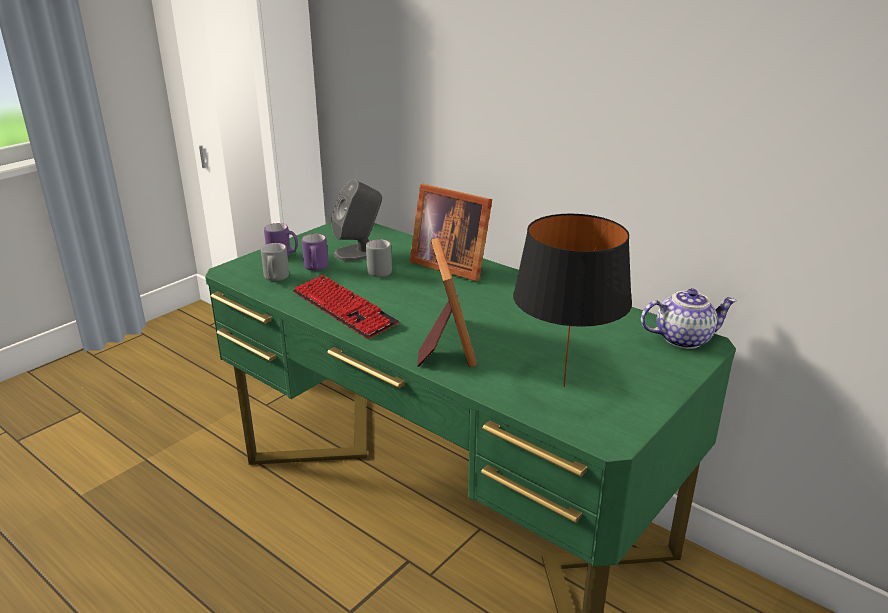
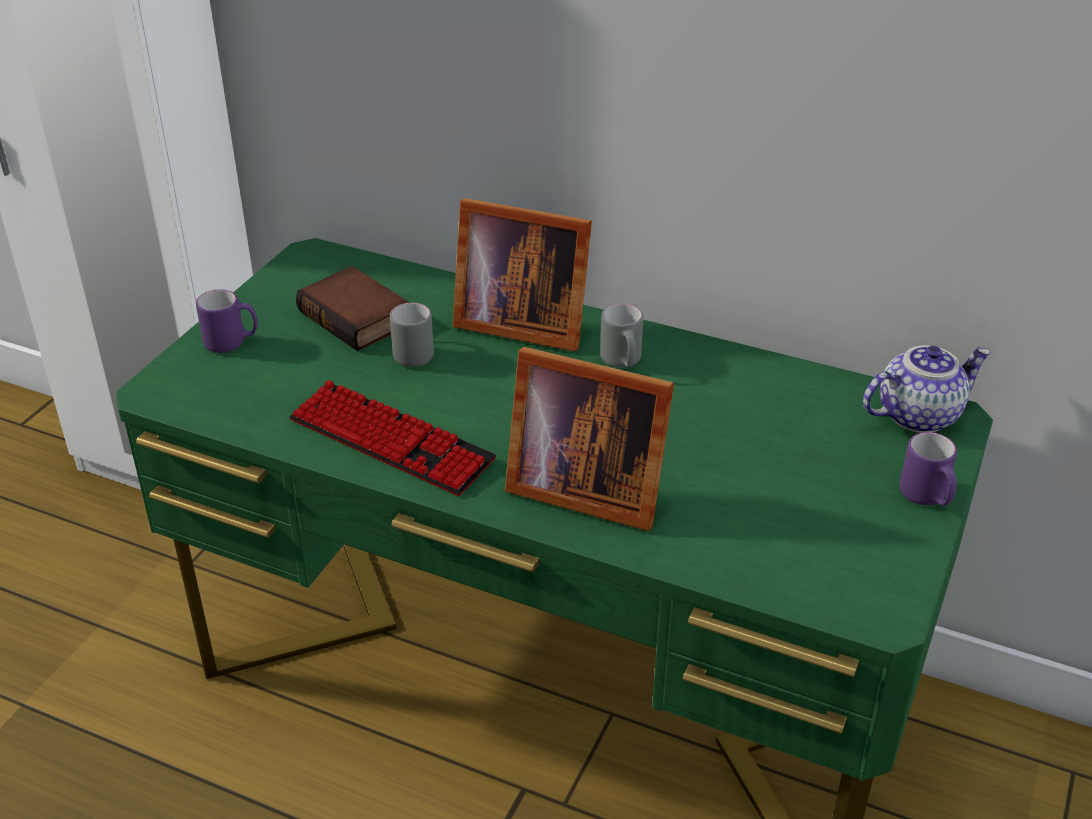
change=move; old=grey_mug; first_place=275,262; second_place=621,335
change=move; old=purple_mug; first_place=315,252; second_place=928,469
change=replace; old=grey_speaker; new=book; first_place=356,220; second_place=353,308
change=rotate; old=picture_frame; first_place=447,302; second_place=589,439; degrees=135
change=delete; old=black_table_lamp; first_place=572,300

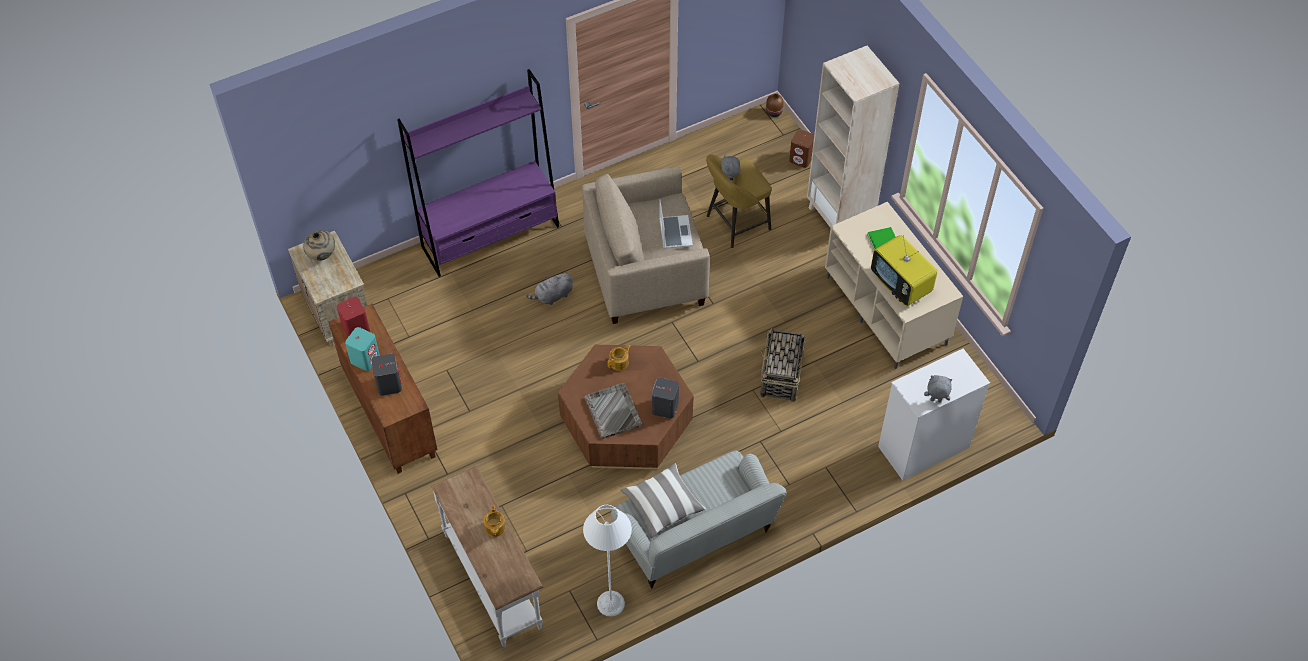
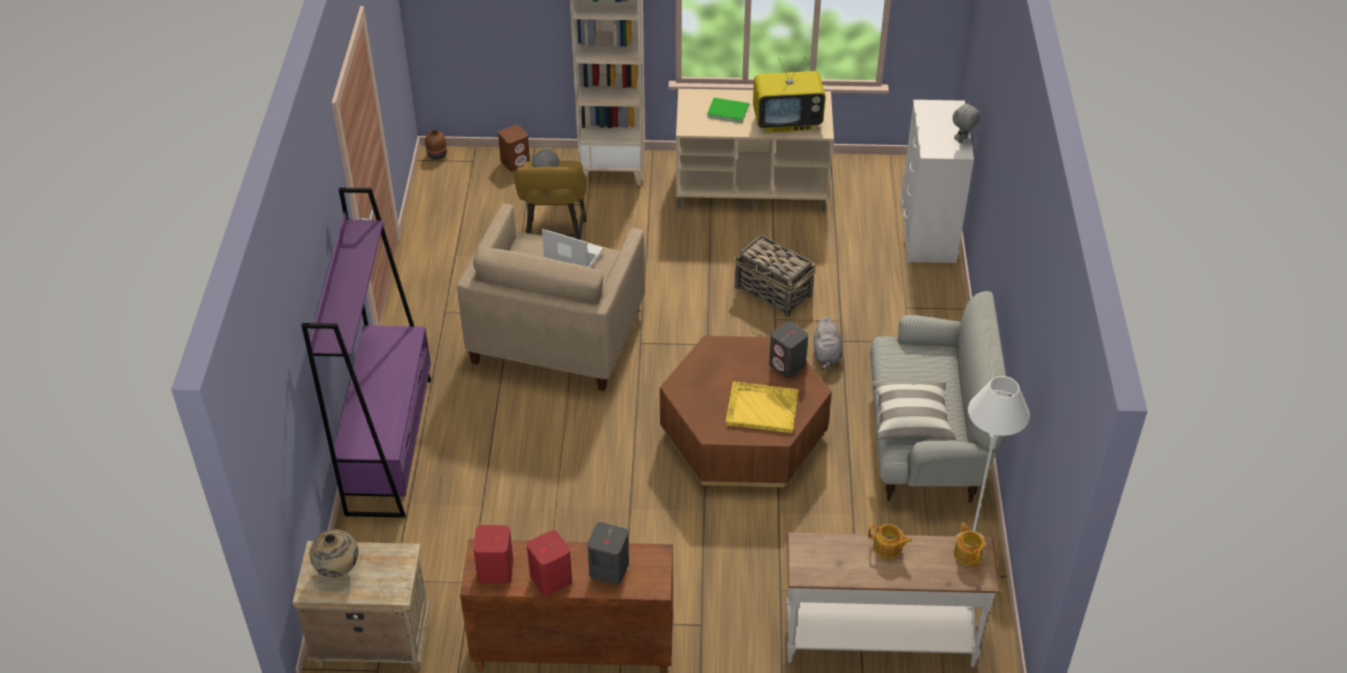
change=recolor; old=turquoise_speaker; new=red_speaker; first_place=362,349; second_place=549,563
change=move; old=grey_plush_toy; first_place=549,288; second_place=828,343
change=recolor; old=grey_tray; new=yellow_tray; first_place=613,411; second_place=762,407
change=move; old=teapot; first_place=618,357; second_place=969,544

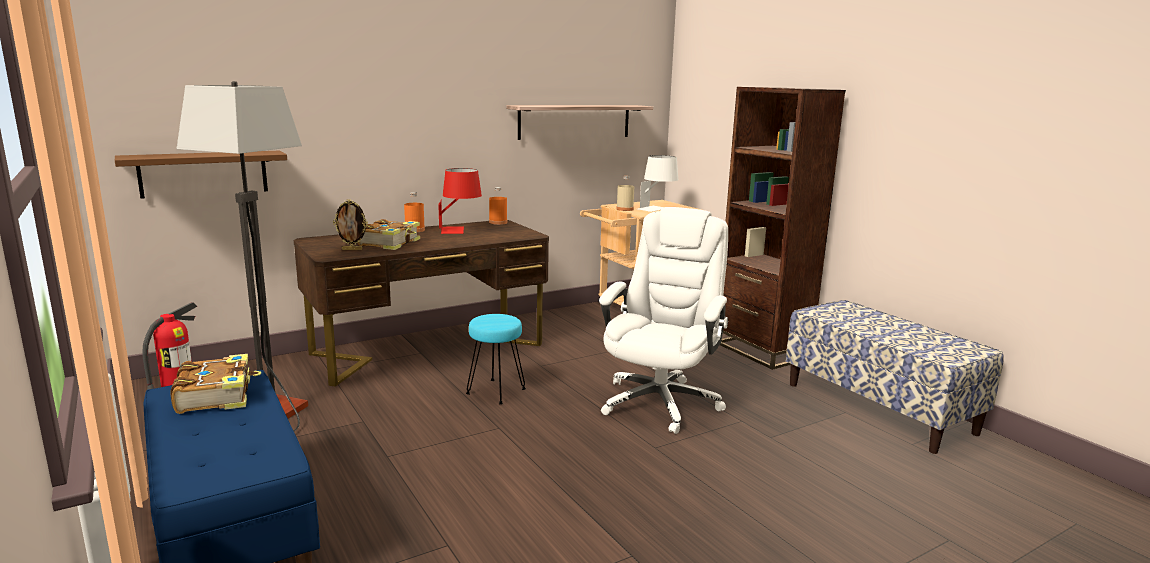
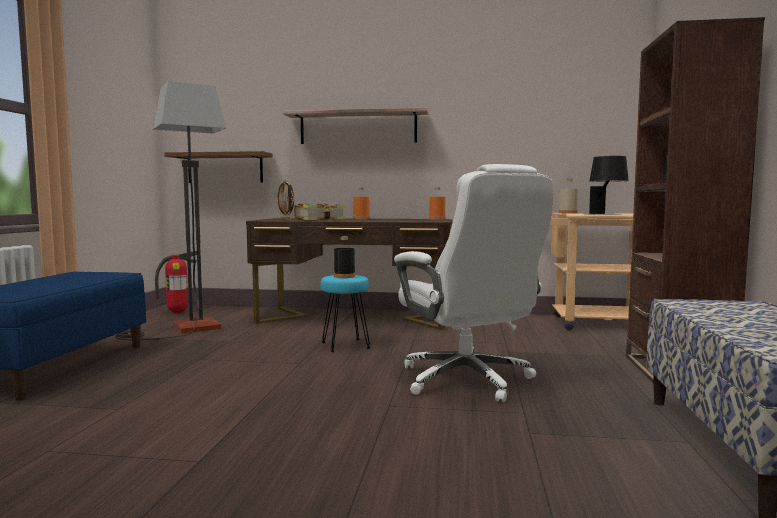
change=delete; old=book; first_place=216,384
change=delete; old=red_table_lamp; first_place=460,201
change=move; old=shelf; first_place=579,122; second_place=355,126
change=rotate; old=white_office_chair; first_place=663,320; second_place=474,283; degrees=90
change=recolor; old=white_table_lamp; new=black_table_lamp; first_place=658,183; second_place=609,185
change=insert; new=black_bottle; second_place=344,257

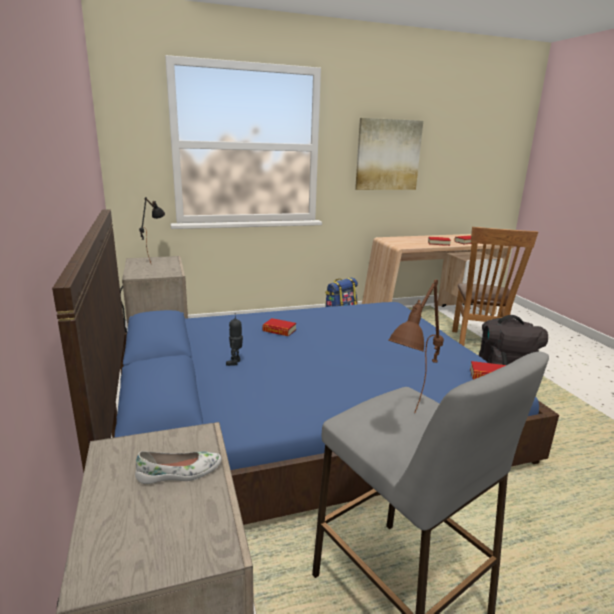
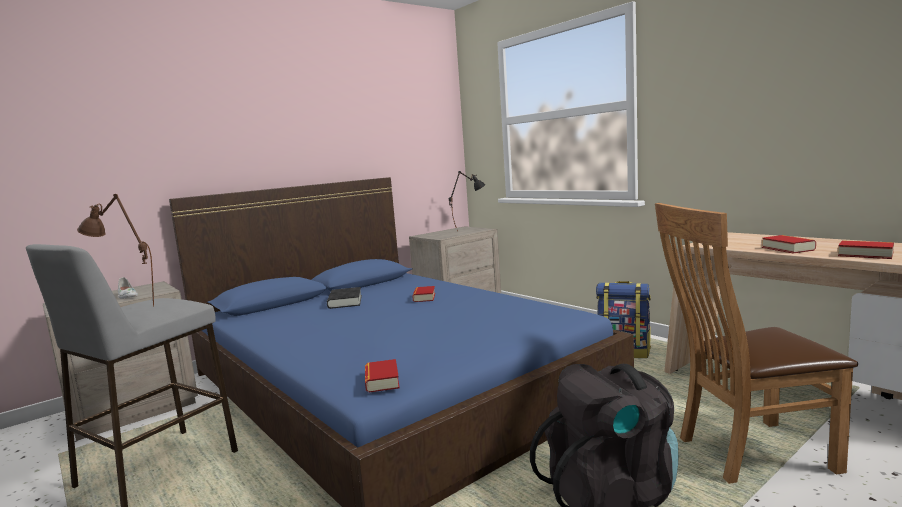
change=replace; old=toy_robot; new=black_book; first_place=234,342; second_place=344,298
change=delete; old=picture; first_place=389,154

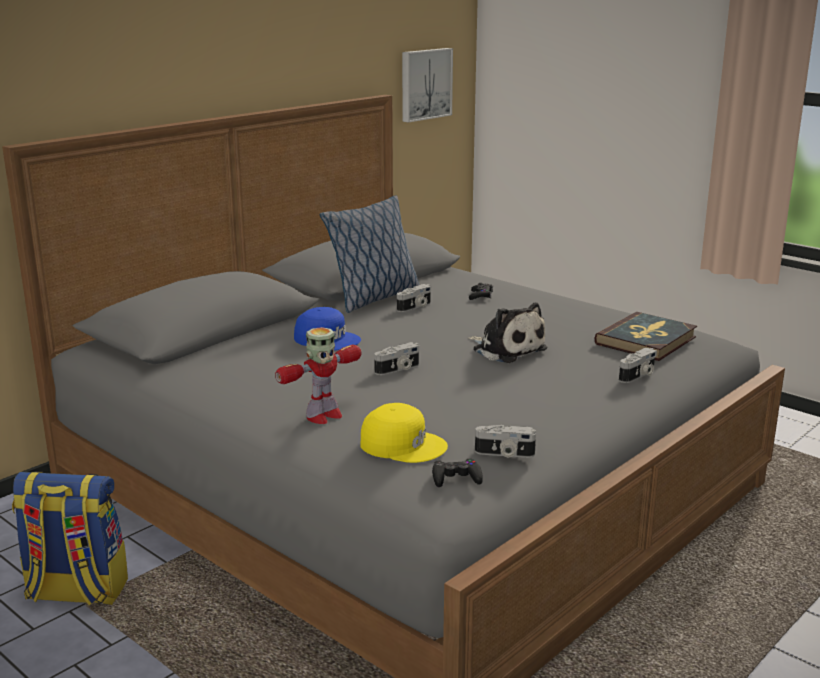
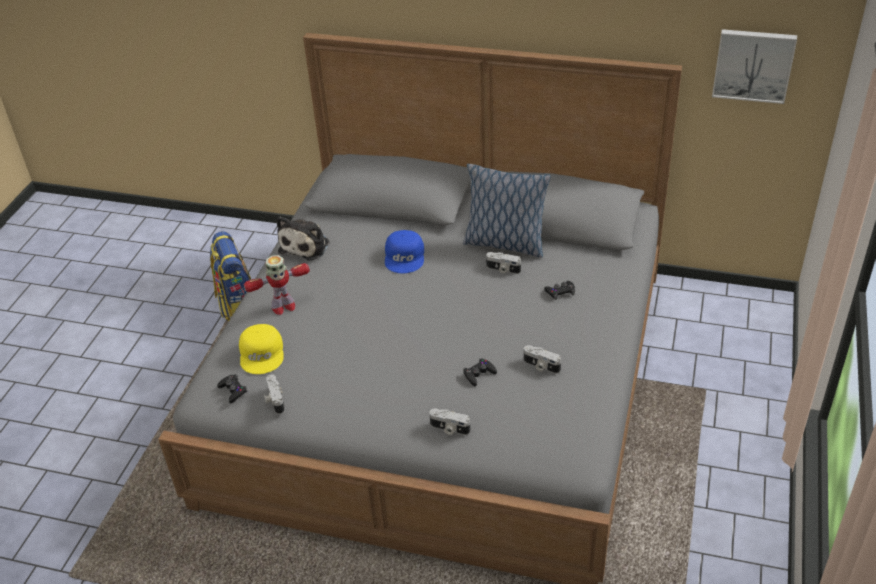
change=rotate; old=toy_robot; first_place=318,375; second_place=277,285; degrees=-45
change=move; old=photo_camera; first_place=396,358; second_place=542,359
change=move; old=plush_toy; first_place=507,332; second_place=303,238
change=delete; old=book; first_place=645,336
change=insert; new=black_game_controller; second_place=480,372

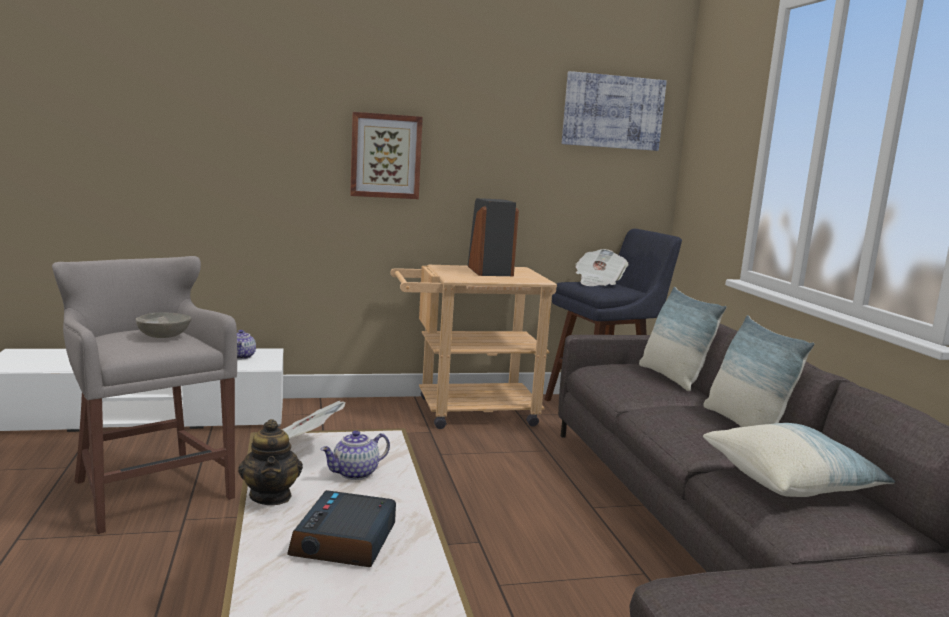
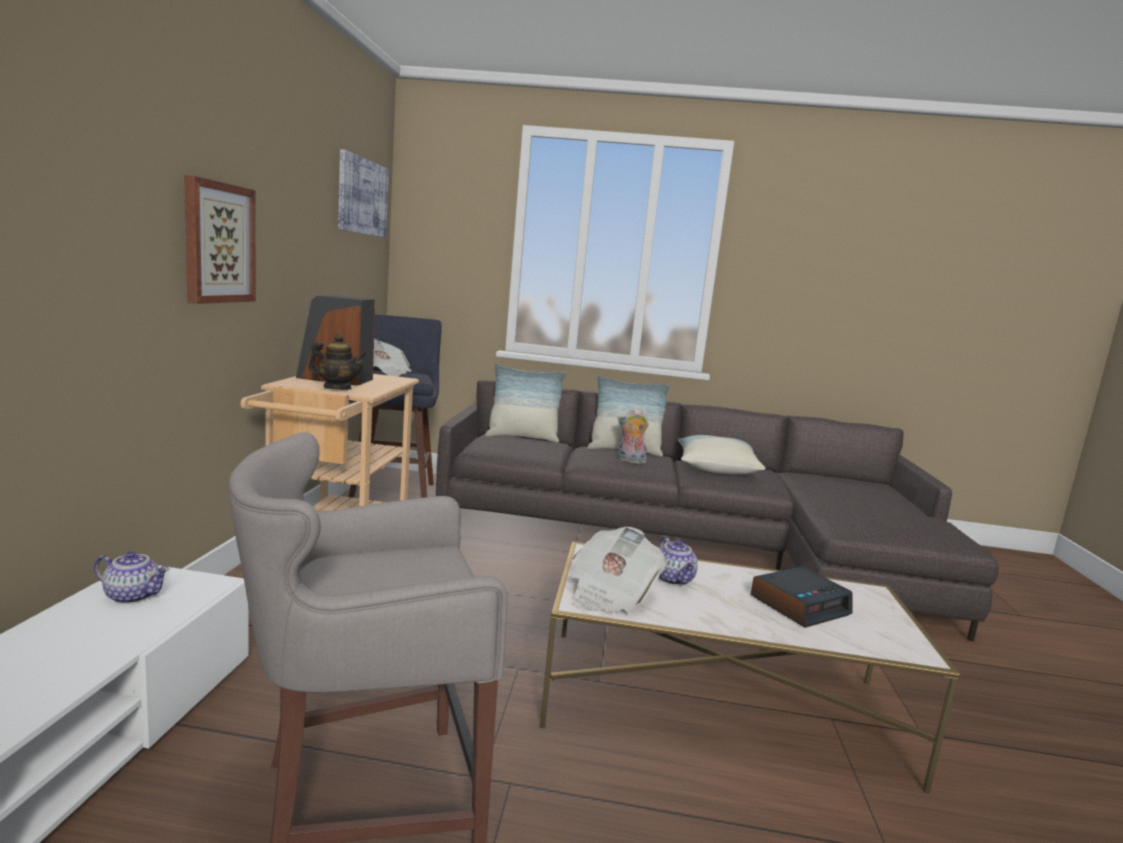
change=delete; old=grey_bowl; first_place=164,325
change=move; old=teapot; first_place=270,462; second_place=338,362
change=rotate; old=alarm_clock; first_place=341,528; second_place=802,597; degrees=-60
change=insert; new=plush_toy; second_place=633,436

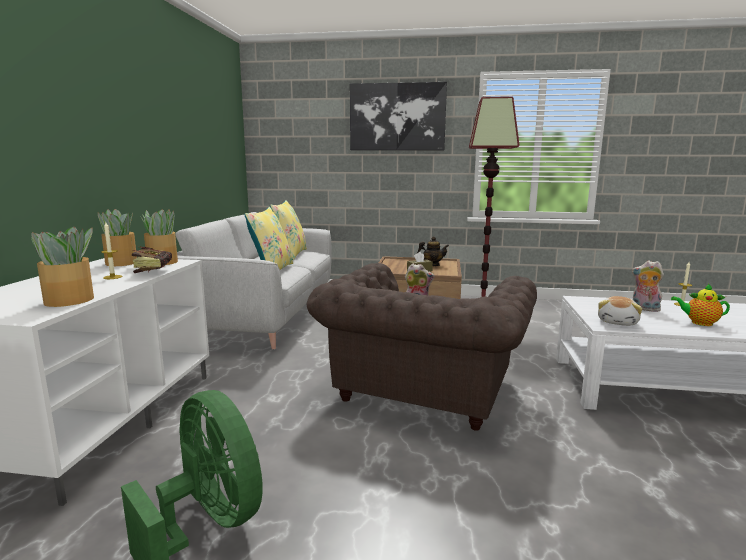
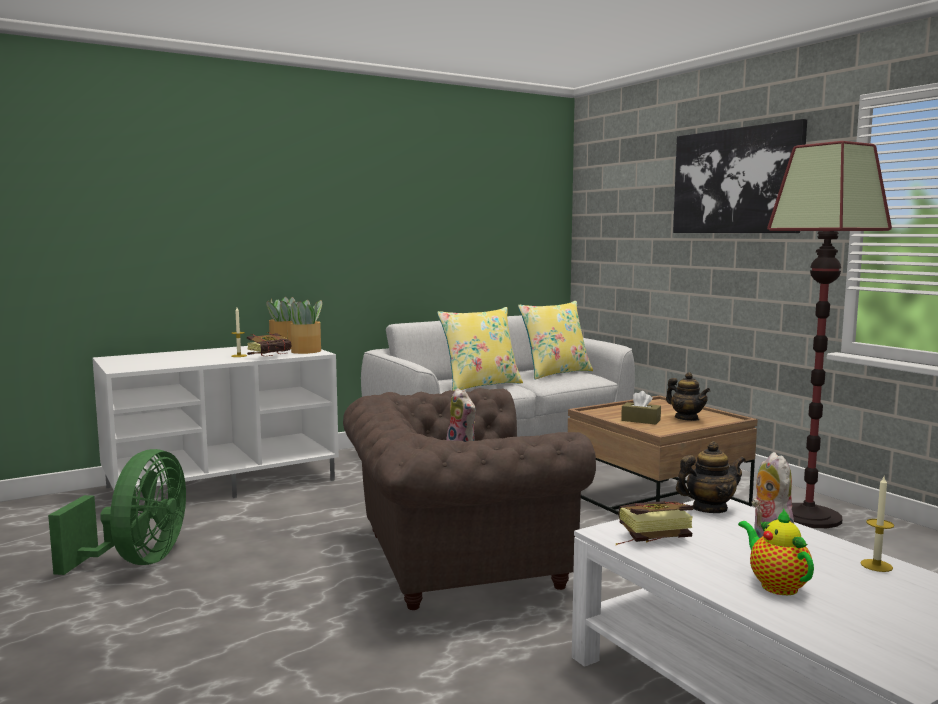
change=delete; old=potted_plant; first_place=62,267
change=replace; old=plush_toy; new=book; first_place=620,311; second_place=654,523
change=insert; new=teapot; second_place=711,477

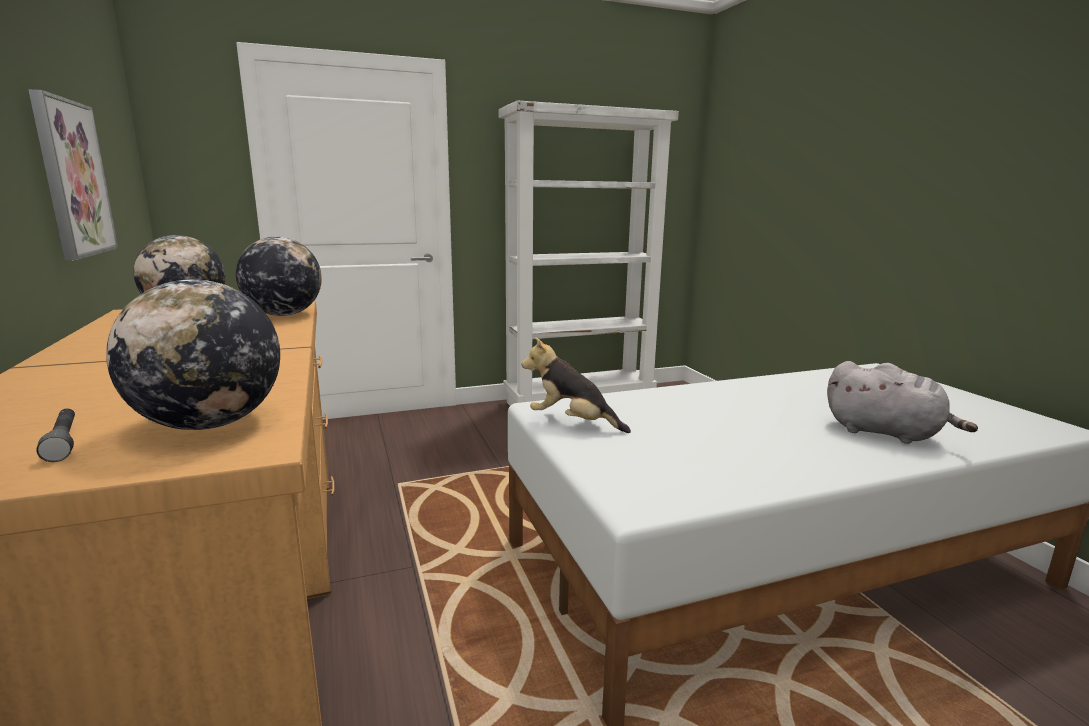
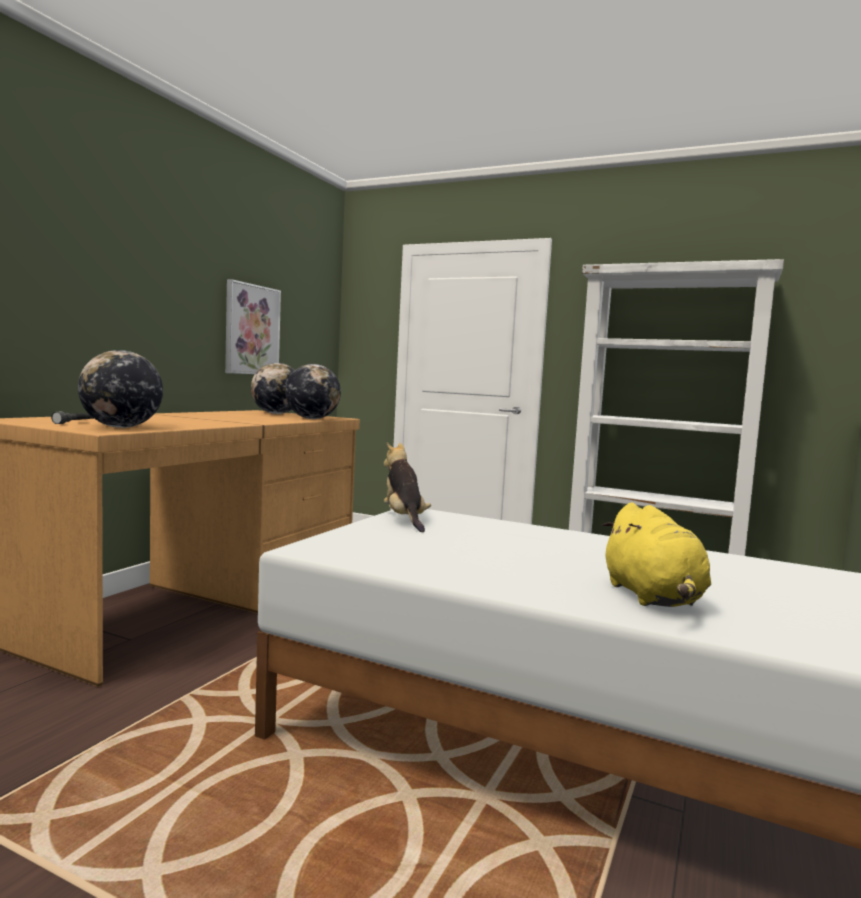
change=recolor; old=grey_plush_toy; new=yellow_plush_toy; first_place=902,402; second_place=656,554

